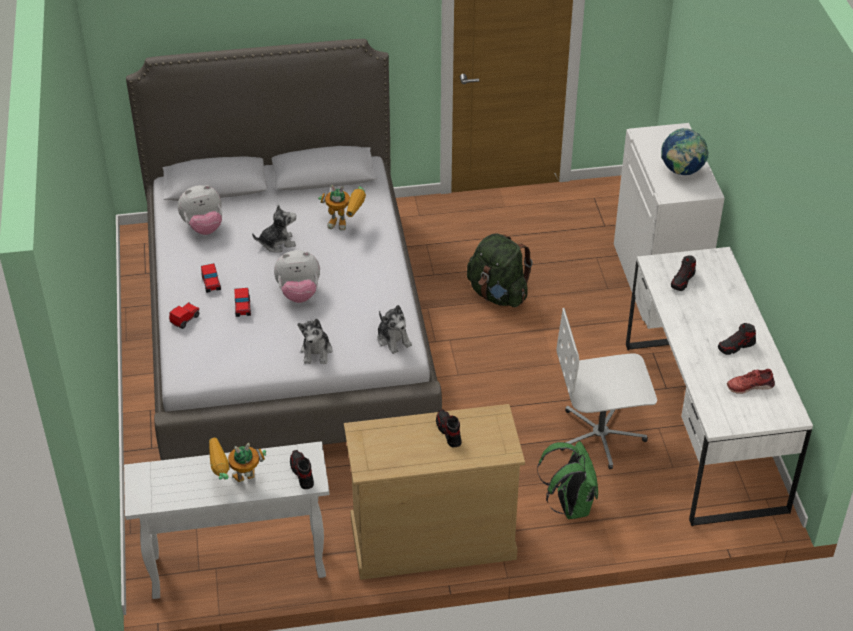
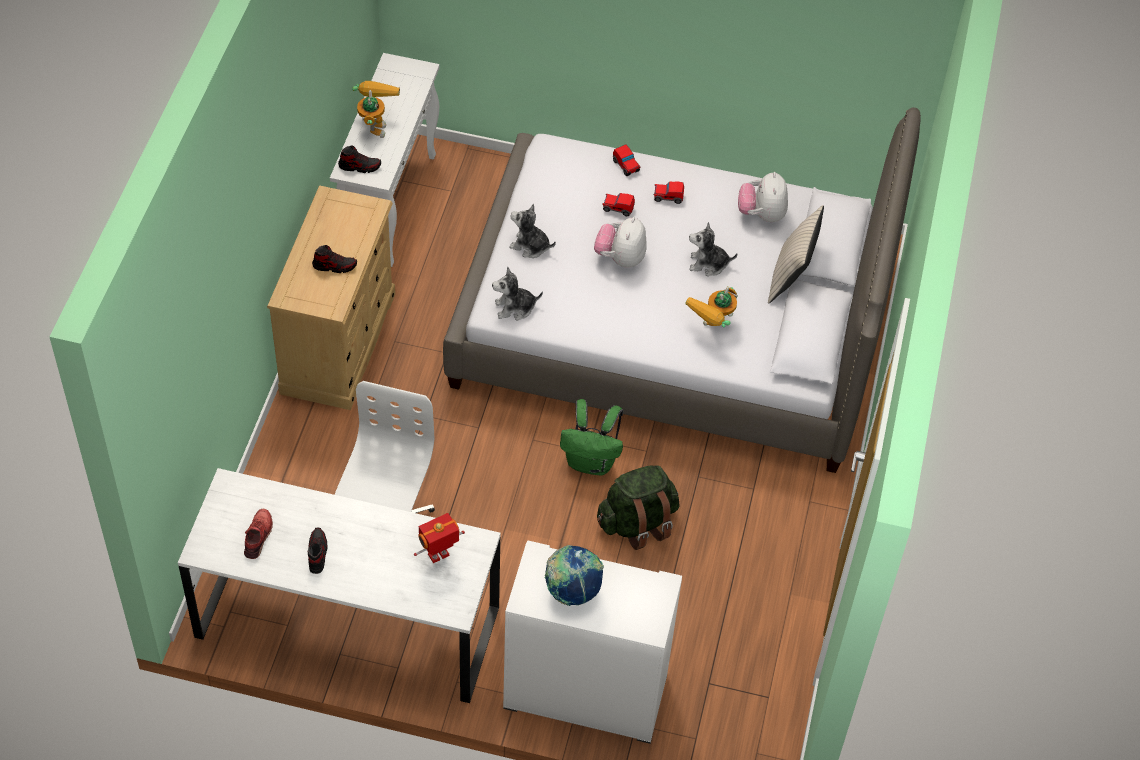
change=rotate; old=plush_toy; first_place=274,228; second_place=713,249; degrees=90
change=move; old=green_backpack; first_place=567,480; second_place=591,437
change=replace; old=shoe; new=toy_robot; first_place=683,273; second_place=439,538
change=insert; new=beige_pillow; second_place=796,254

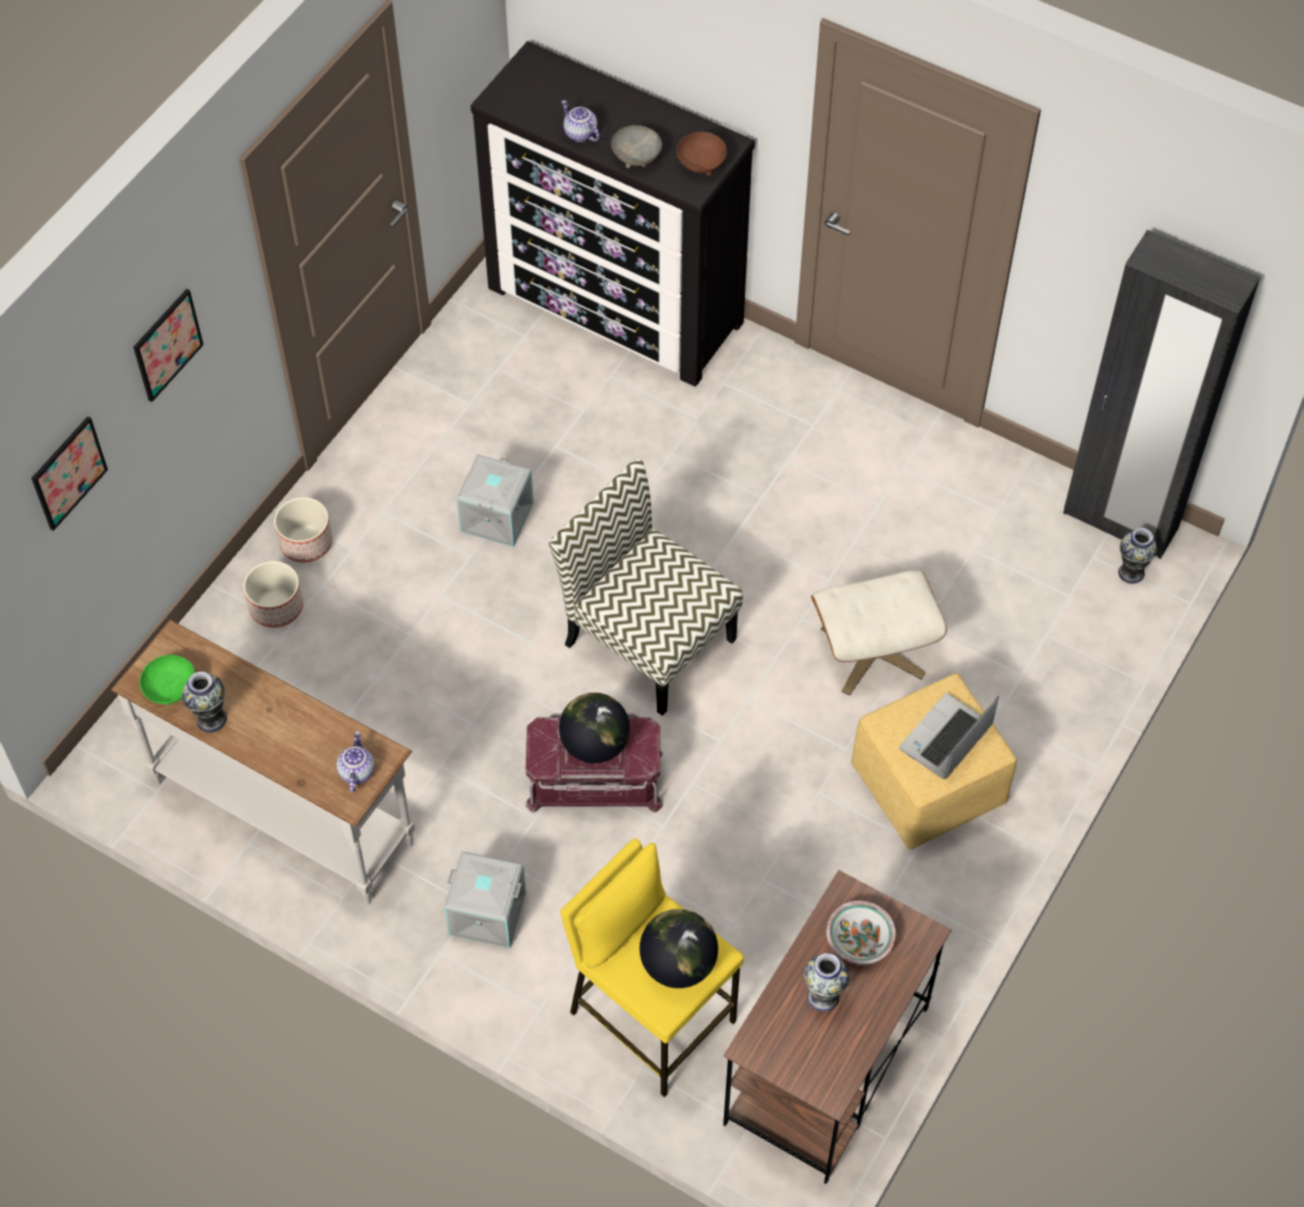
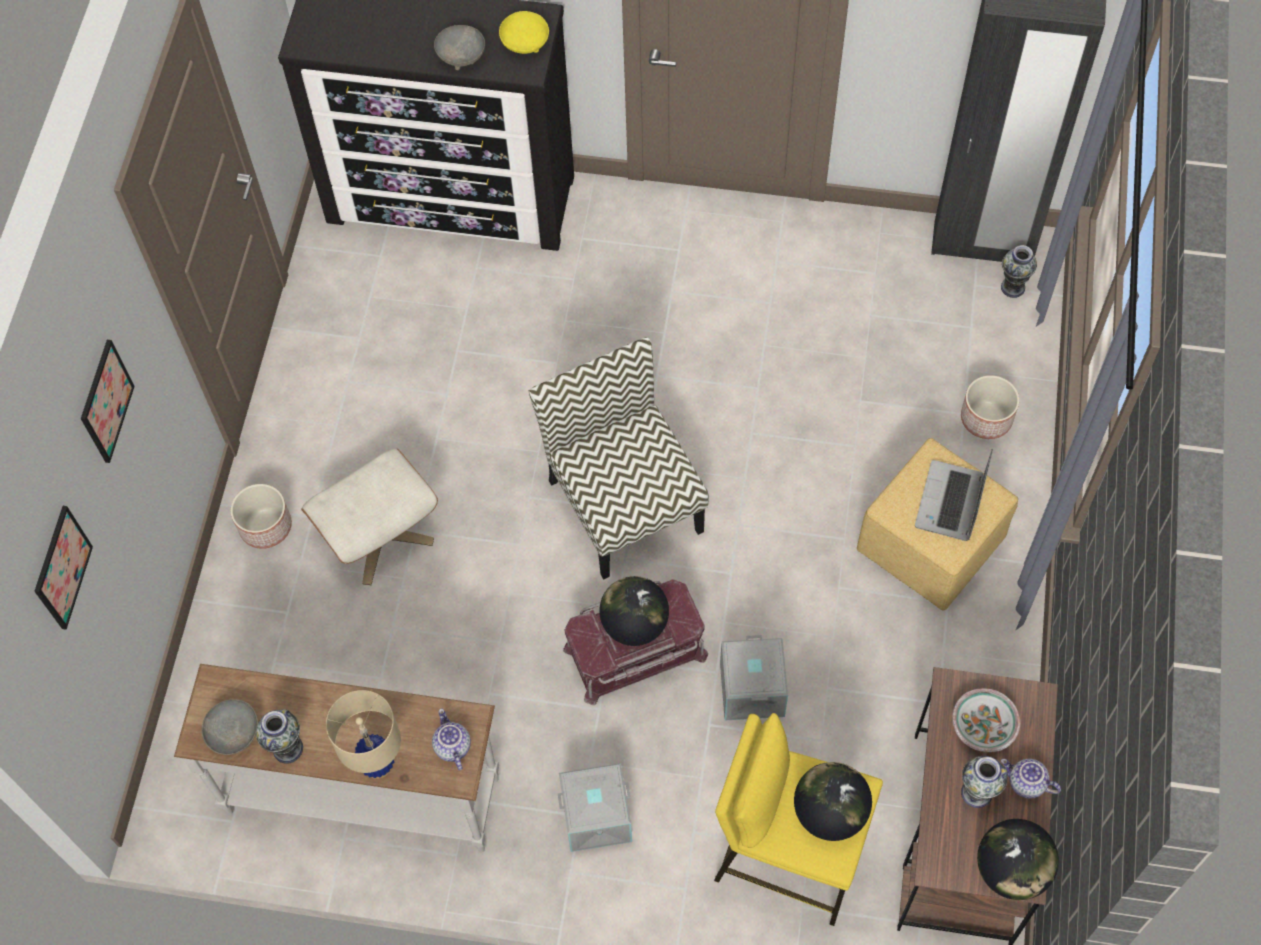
change=recolor; old=green_bowl; new=grey_bowl; first_place=167,680; second_place=230,727
change=move; old=planter; first_place=273,594; second_place=990,407
change=move; old=grey_storage_box; first_place=495,501; second_place=754,677
change=rotate; old=chair; first_place=646,587; second_place=619,458; degrees=45
change=move; old=teapot; first_place=580,121; second_place=1031,779
change=recolor; old=brown_bowl; new=yellow_bowl; first_place=702,153; second_place=524,32
change=move; old=beige_ottoman; first_place=879,633; second_place=369,517
change=insert; new=beige_table_lamp; second_place=363,734
change=insert; new=globe; second_place=1018,859

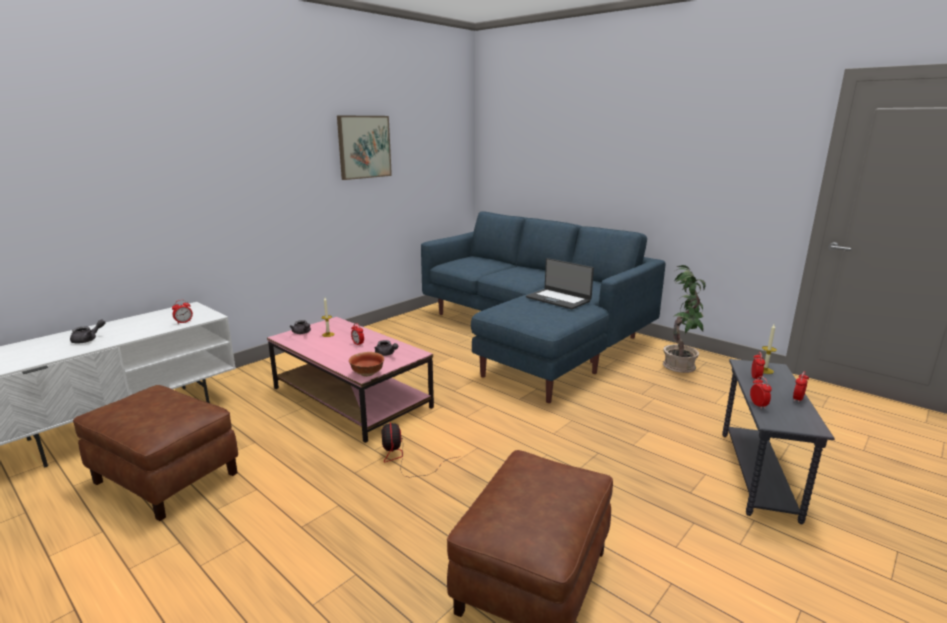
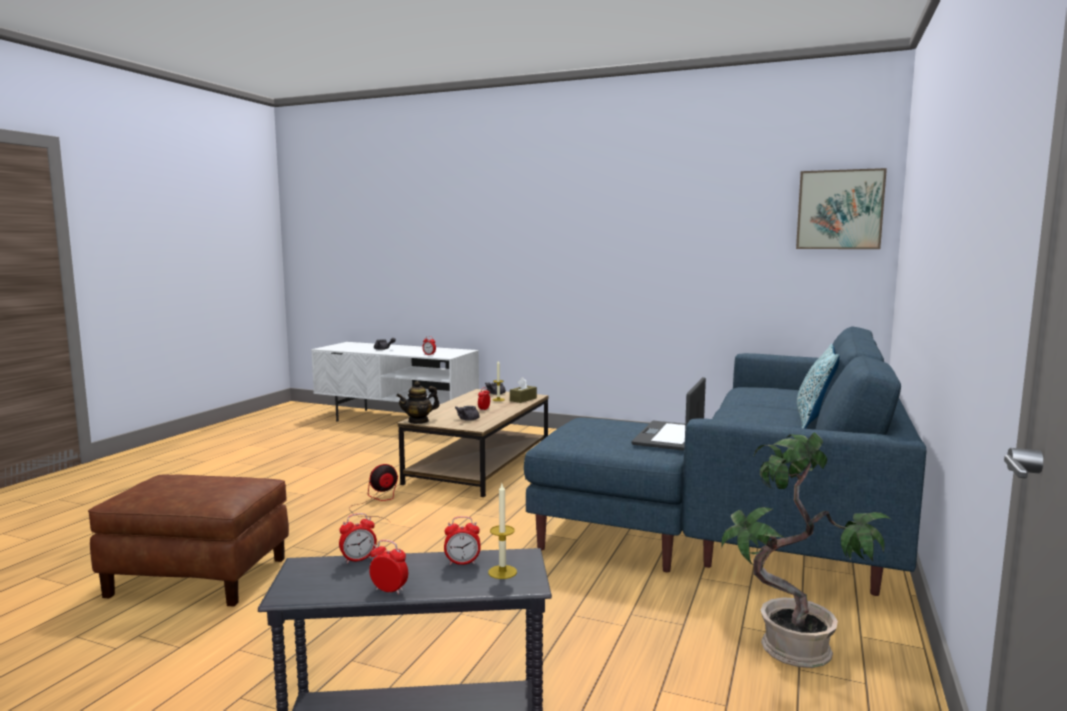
change=delete; old=brown_ottoman; first_place=155,453
change=recolor; old=pink_coffee_table; new=brown_coffee_table; first_place=350,380; second_place=473,443
change=move; old=picture; first_place=364,147; second_place=841,208
change=replace; old=bowl; new=teapot; first_place=366,364; second_place=418,402
change=insert; new=brown_tissue_box; second_place=523,390
change=insert; new=pillow; second_place=818,386

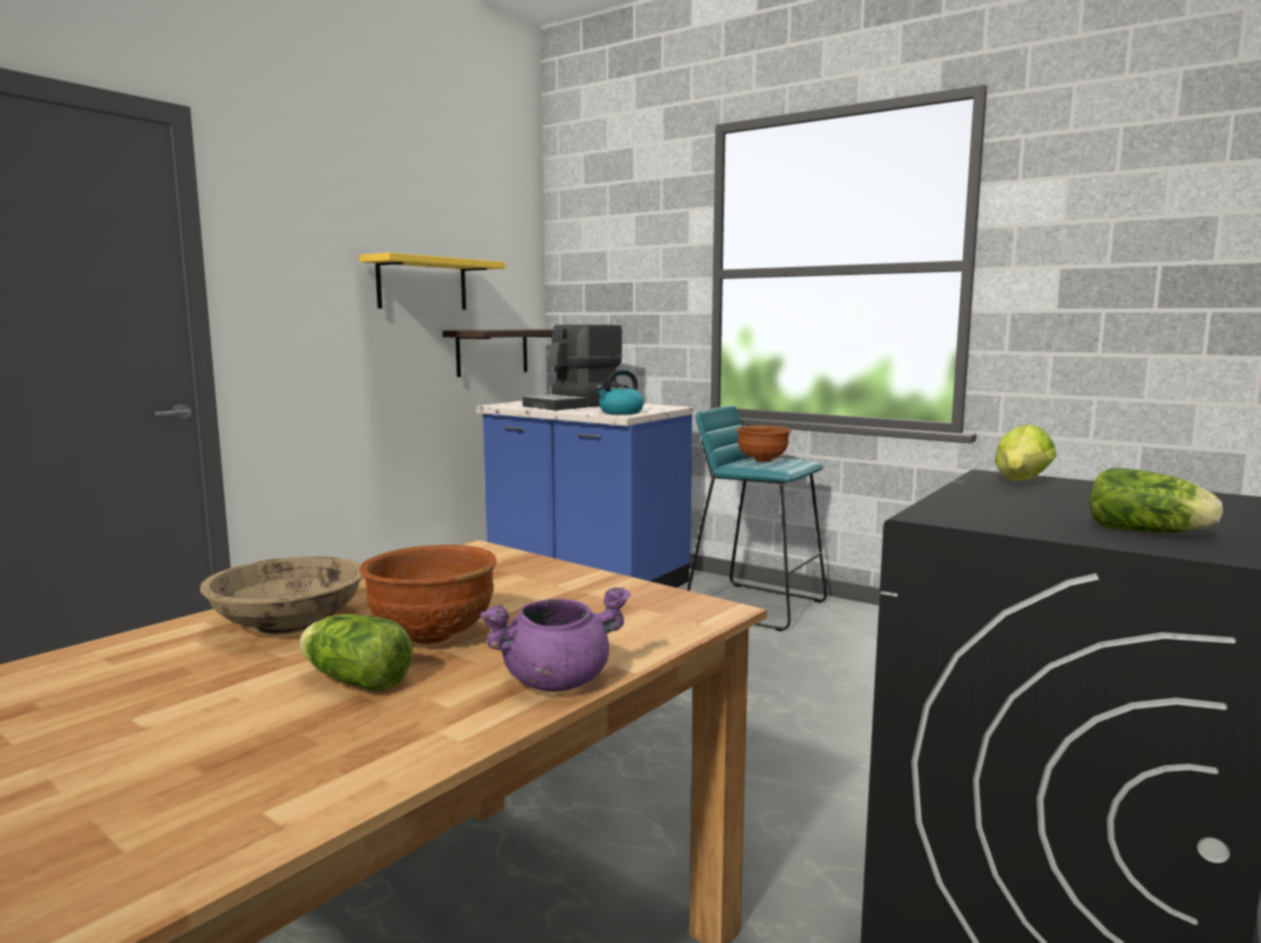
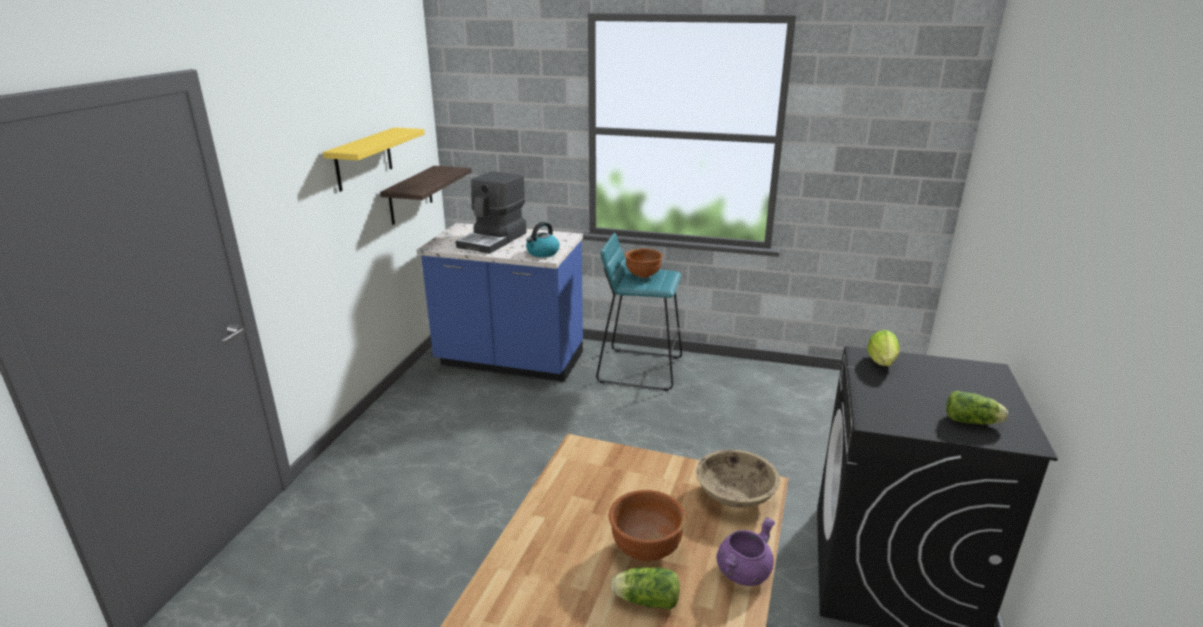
change=move; old=beige_bowl; first_place=281,595; second_place=738,479

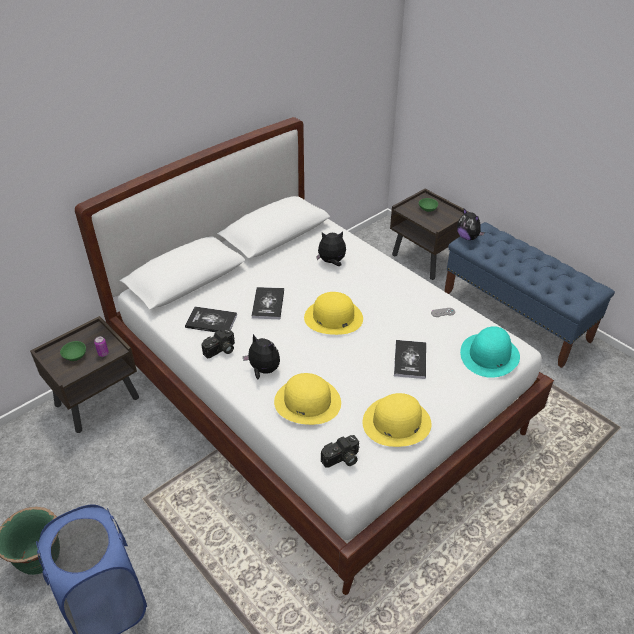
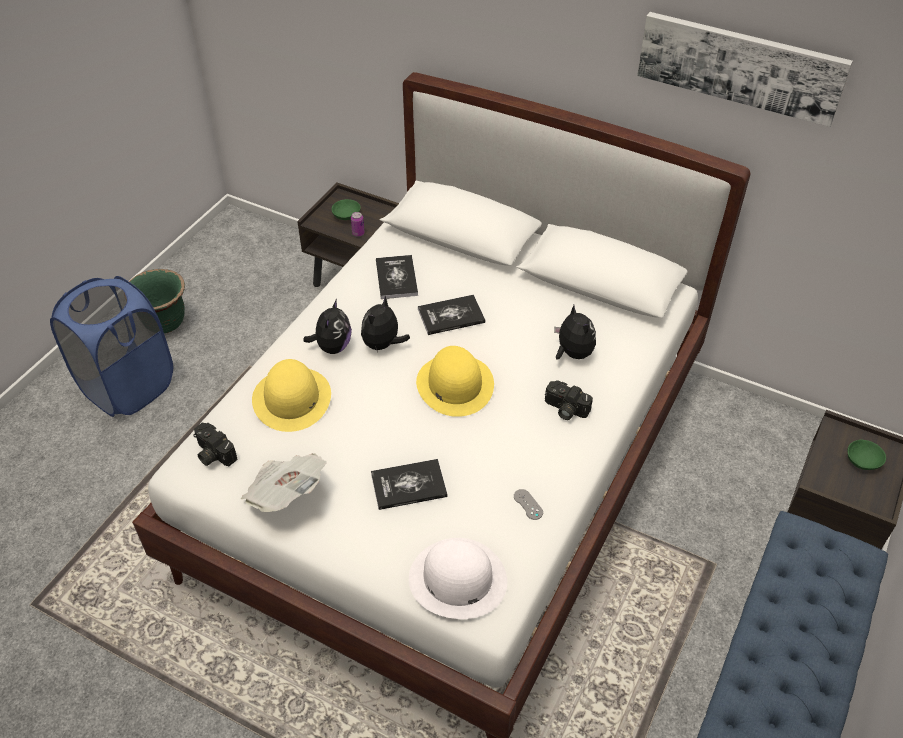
change=move; old=photo_camera; first_place=218,343; second_place=569,400
change=replace; old=yellow_hat; new=newspaper; first_place=397,420; second_place=284,482
change=move; old=plush_toy; first_place=471,224; second_place=385,324
change=recolor; old=turquoise_hat; new=white_hat; first_place=490,352; second_place=458,578
change=insert; new=picture; second_place=745,69

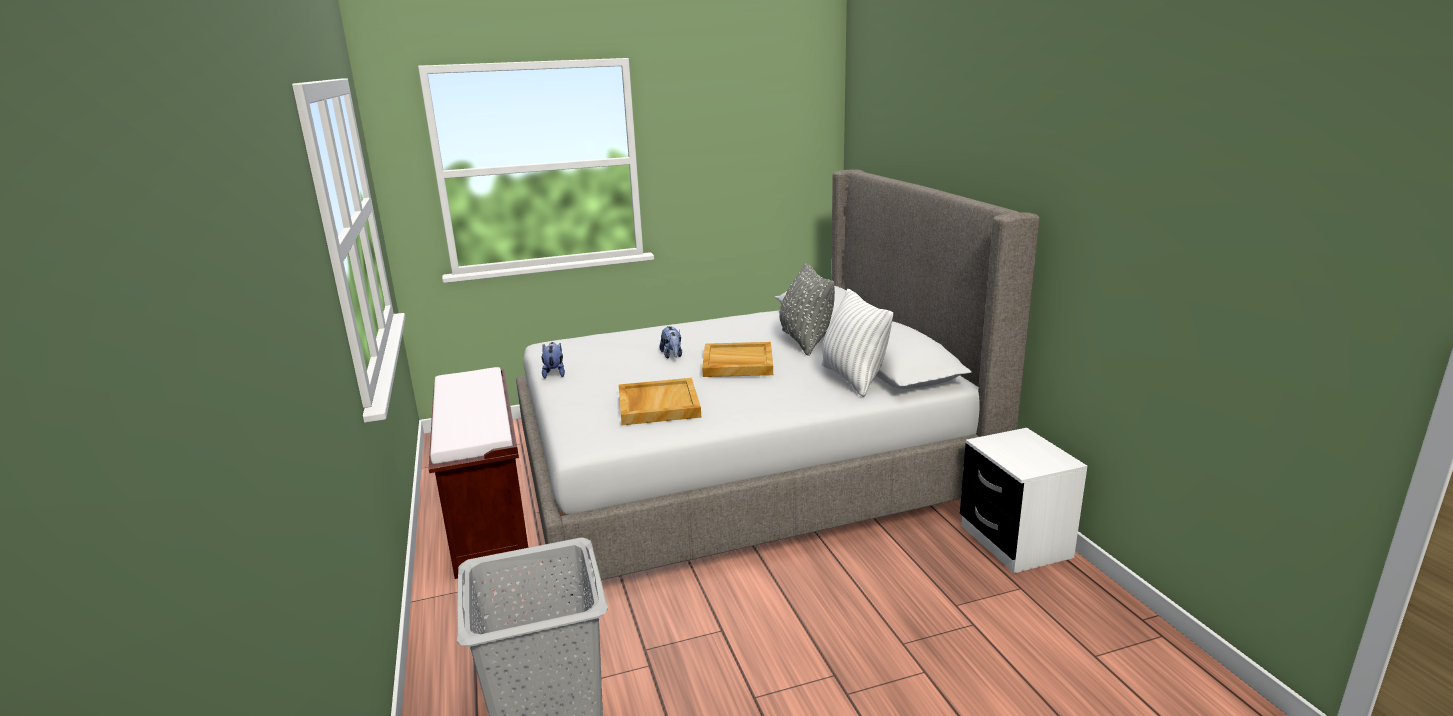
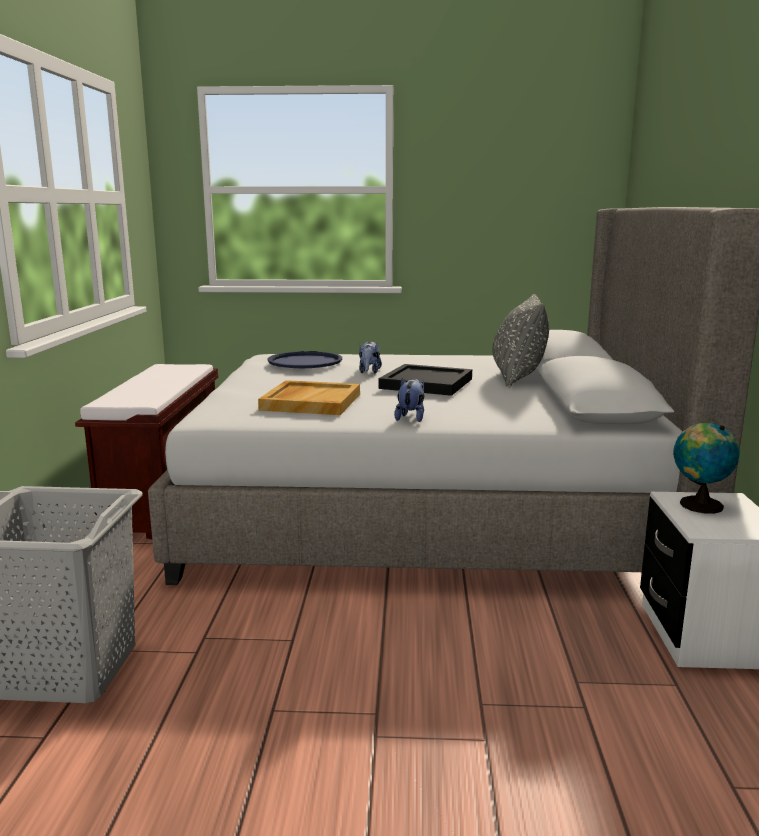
change=move; old=plush_toy; first_place=553,360; second_place=409,400
change=recolor; old=beige_tray; new=black_tray; first_place=737,359; second_place=425,380
change=delete; old=white_pillow; first_place=857,343
change=insert; new=blue_tray; second_place=304,359
change=insert; new=globe; second_place=706,468

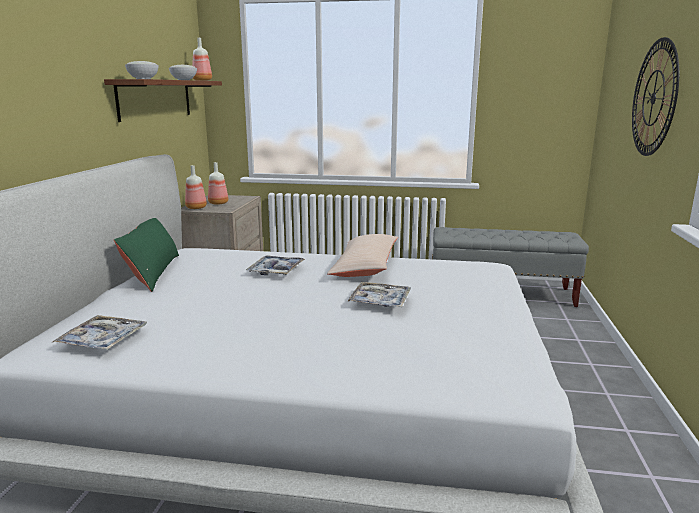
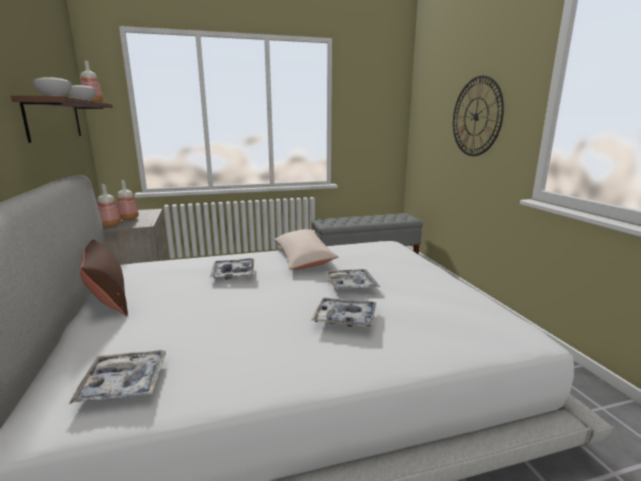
change=recolor; old=green_pillow; new=brown_pillow; first_place=146,255; second_place=104,278
change=insert; new=tray; second_place=343,313

